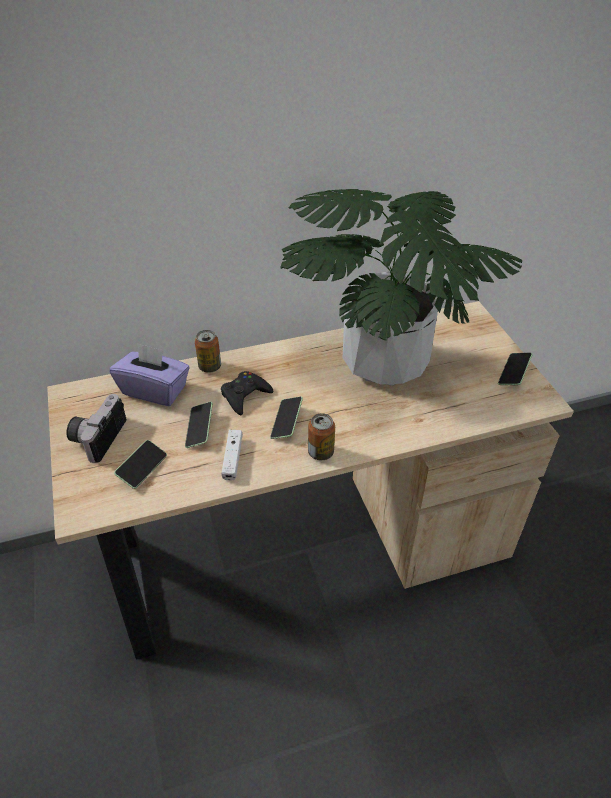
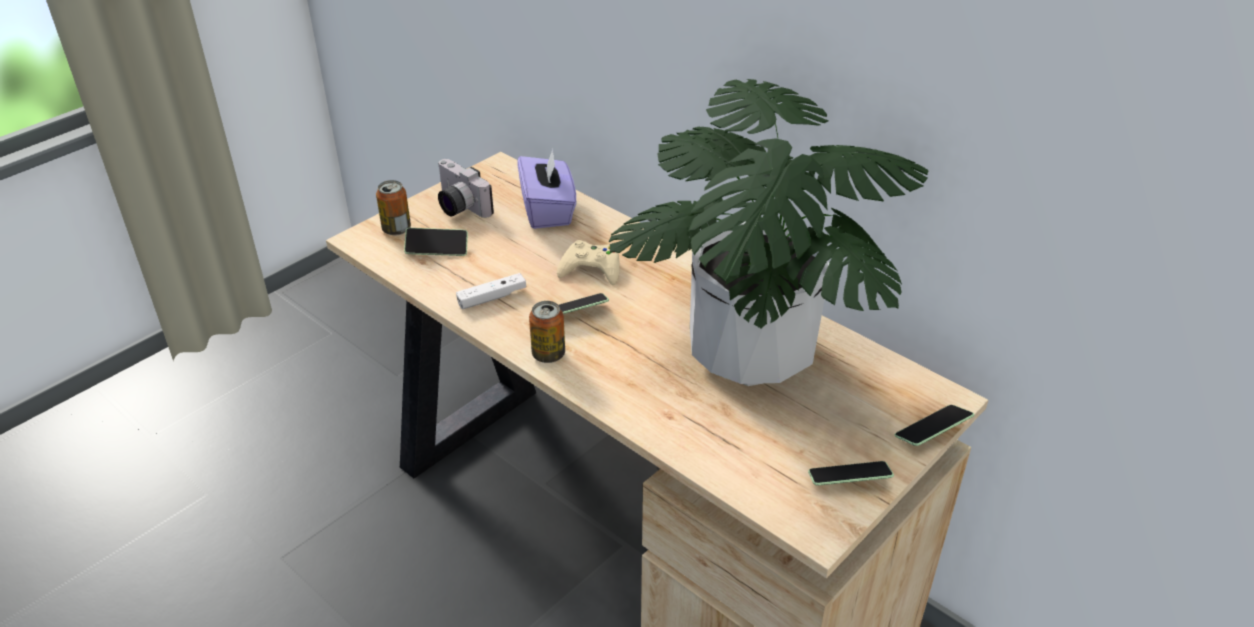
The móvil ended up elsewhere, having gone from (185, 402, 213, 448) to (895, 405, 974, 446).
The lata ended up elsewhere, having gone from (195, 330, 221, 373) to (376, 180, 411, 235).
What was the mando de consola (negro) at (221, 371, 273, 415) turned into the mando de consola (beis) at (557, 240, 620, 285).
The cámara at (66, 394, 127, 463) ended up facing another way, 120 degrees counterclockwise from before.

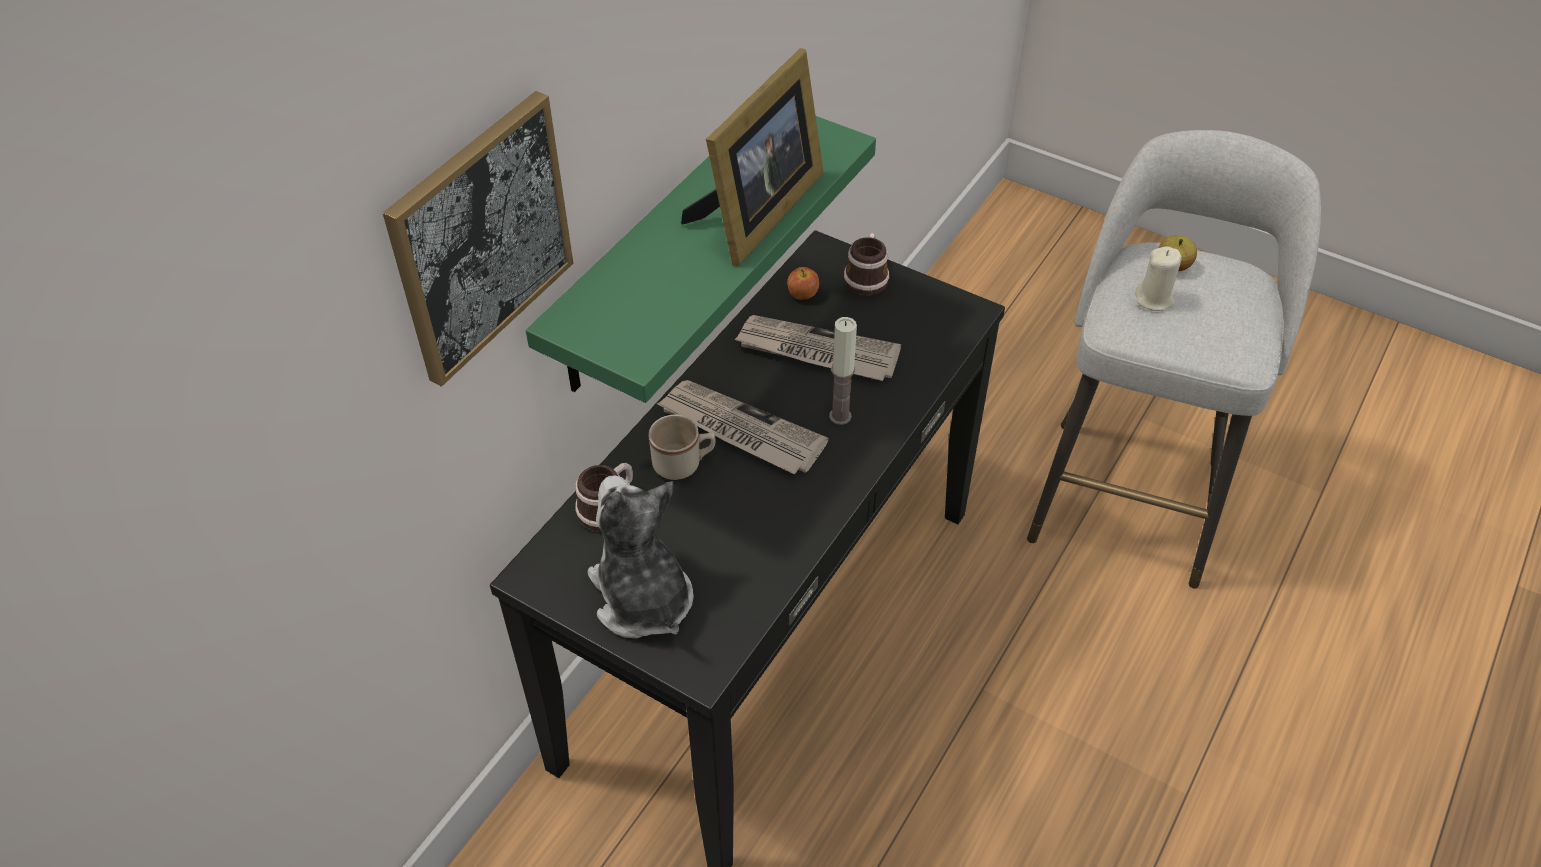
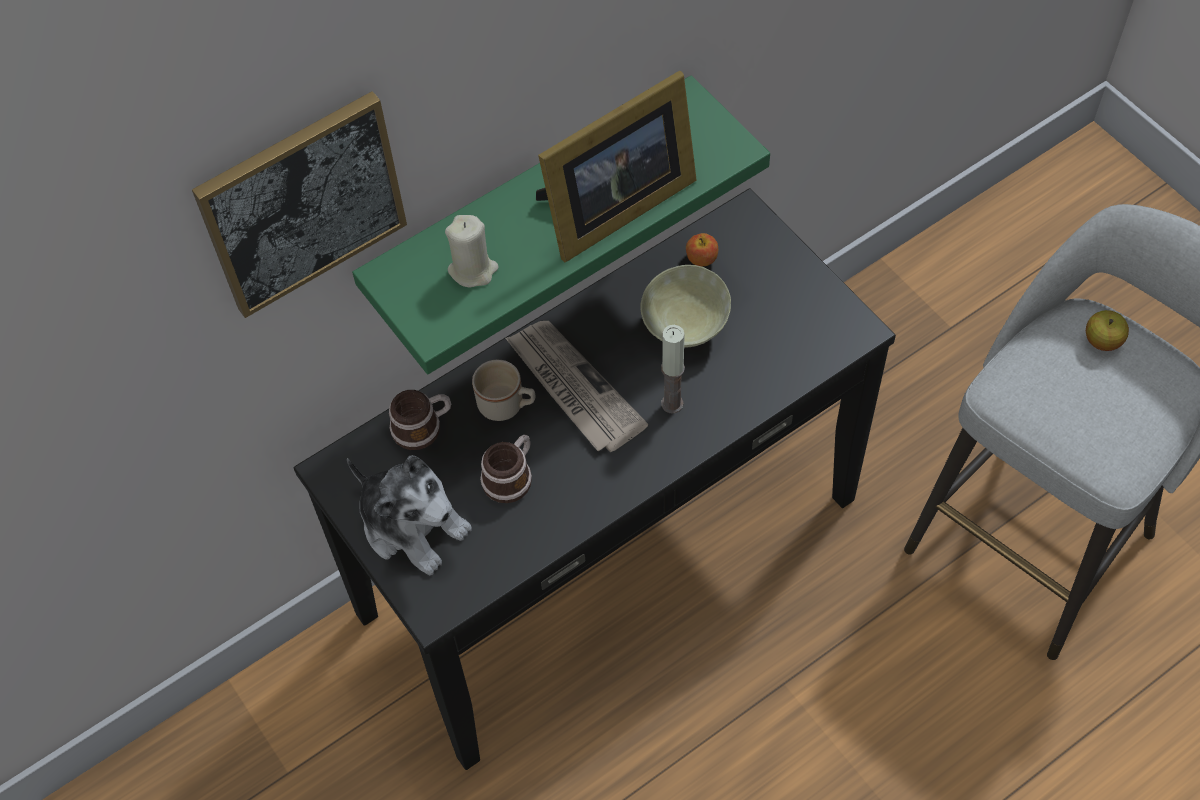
The taza grande ended up elsewhere, having gone from (844, 233, 889, 295) to (480, 435, 532, 503).
The vela (beis) ended up elsewhere, having gone from (1135, 246, 1182, 311) to (445, 215, 499, 288).
Where the periódico stood at (734, 315, 901, 381), the cuenco (beis) came to stand at (640, 265, 731, 348).
The peluche at (588, 475, 694, 639) ended up facing another way, 135 degrees clockwise from before.

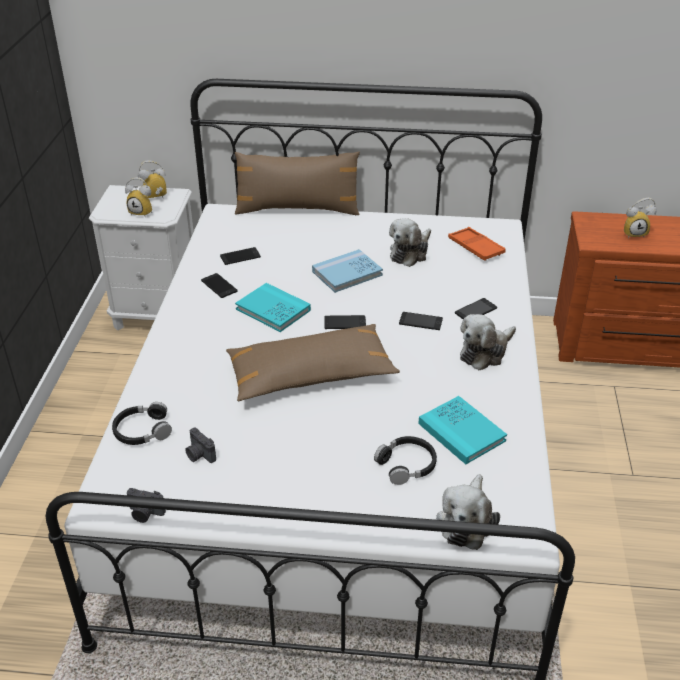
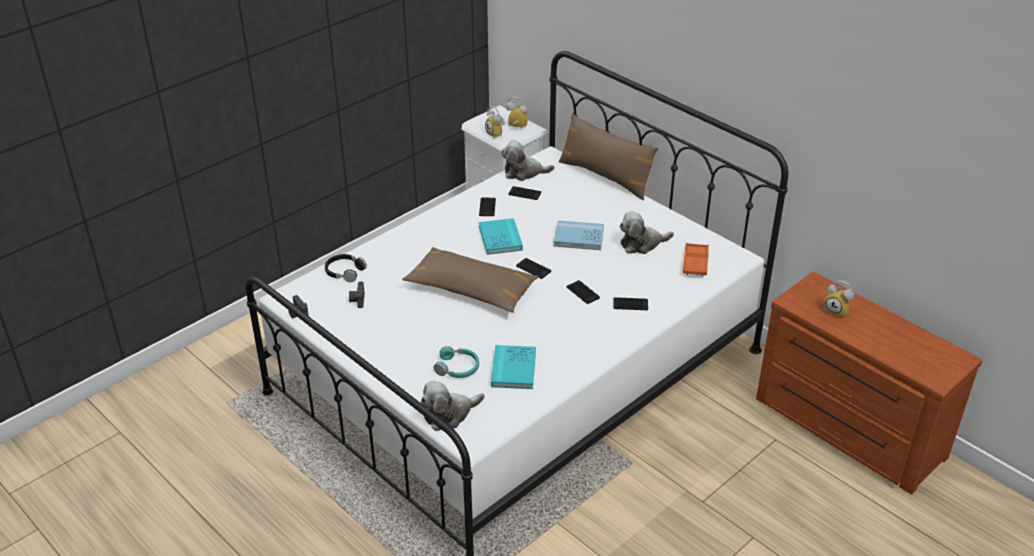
The peluche ended up elsewhere, having gone from (460, 314, 516, 370) to (501, 140, 555, 181).
What was the auriculares (negro) at (374, 436, 437, 485) turned into the auriculares (turquesa) at (434, 346, 479, 378).

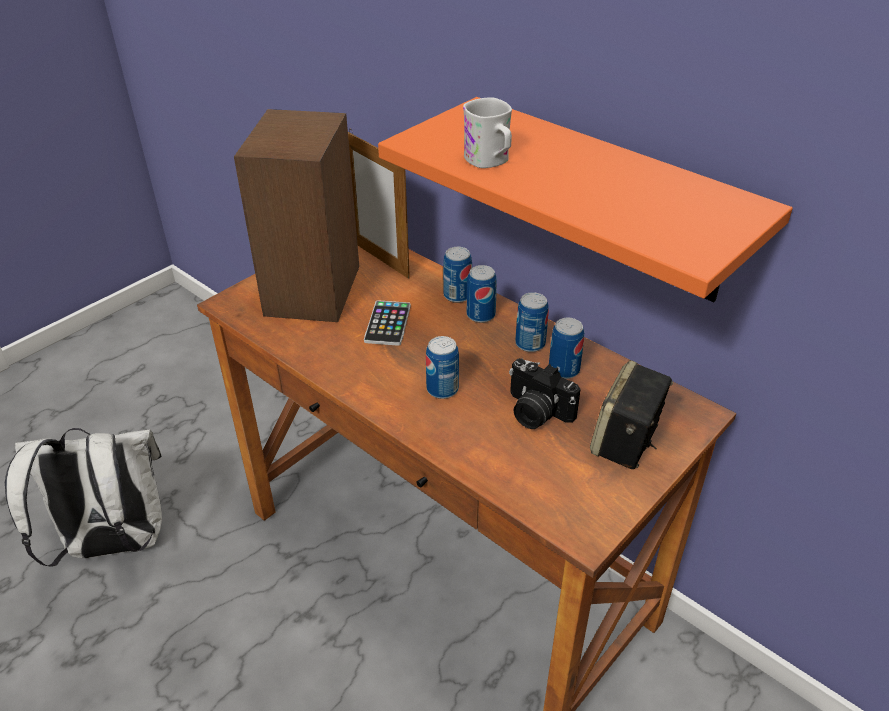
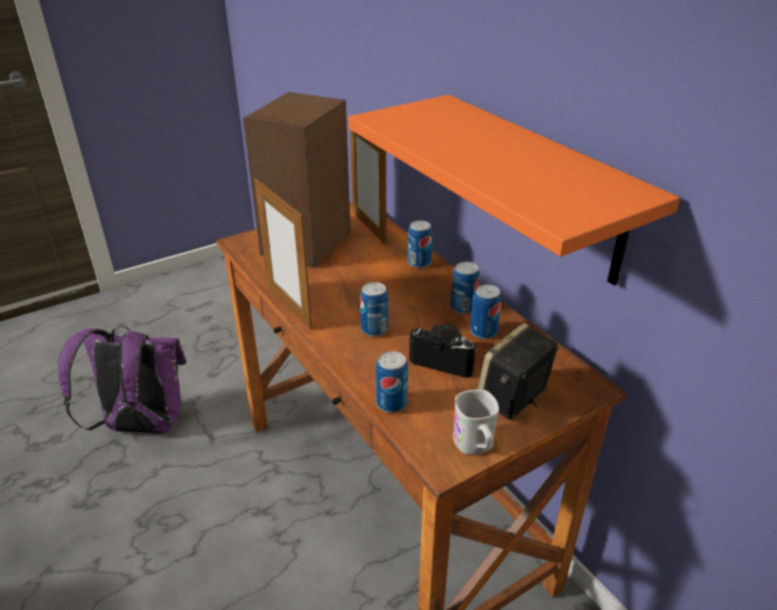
The second view lost the móvil at (364, 300, 411, 346).
The second view gained the portarretratos at (254, 178, 312, 329).
The taza grande (blanco) ended up elsewhere, having gone from (463, 97, 512, 168) to (453, 389, 499, 455).
The lata ended up elsewhere, having gone from (467, 265, 497, 323) to (376, 351, 408, 413).
What was the mochila (blanco) at (5, 428, 162, 567) turned into the mochila (morado) at (58, 326, 186, 434).
The cámara at (509, 358, 581, 429) ended up facing another way, 150 degrees clockwise from before.

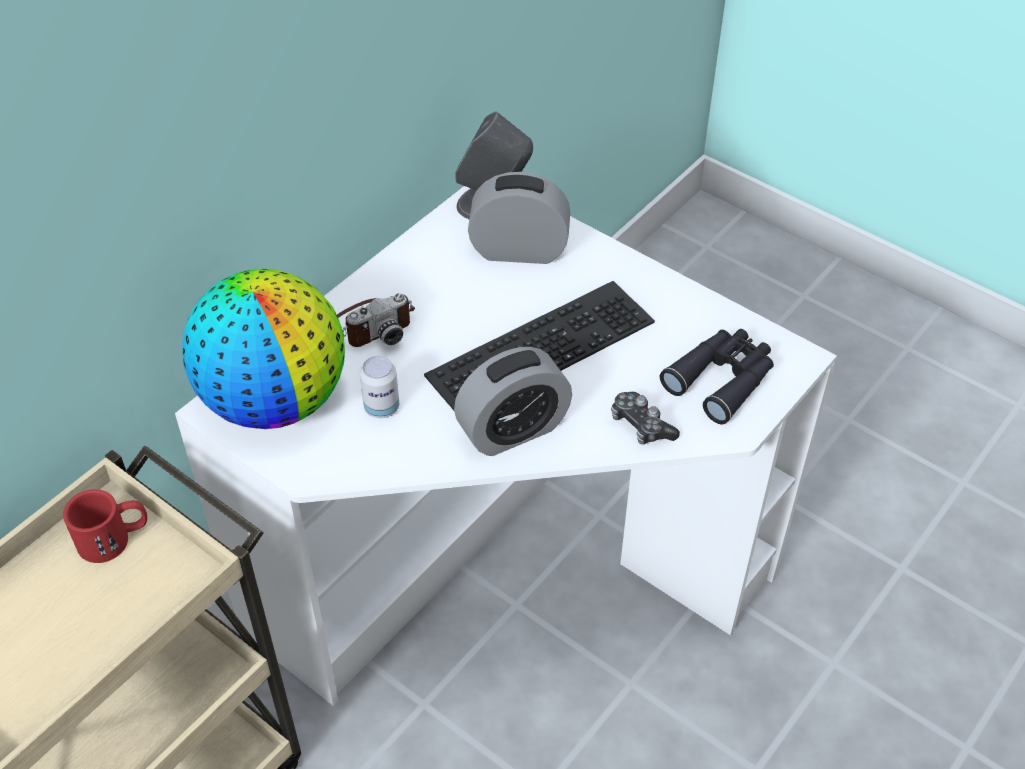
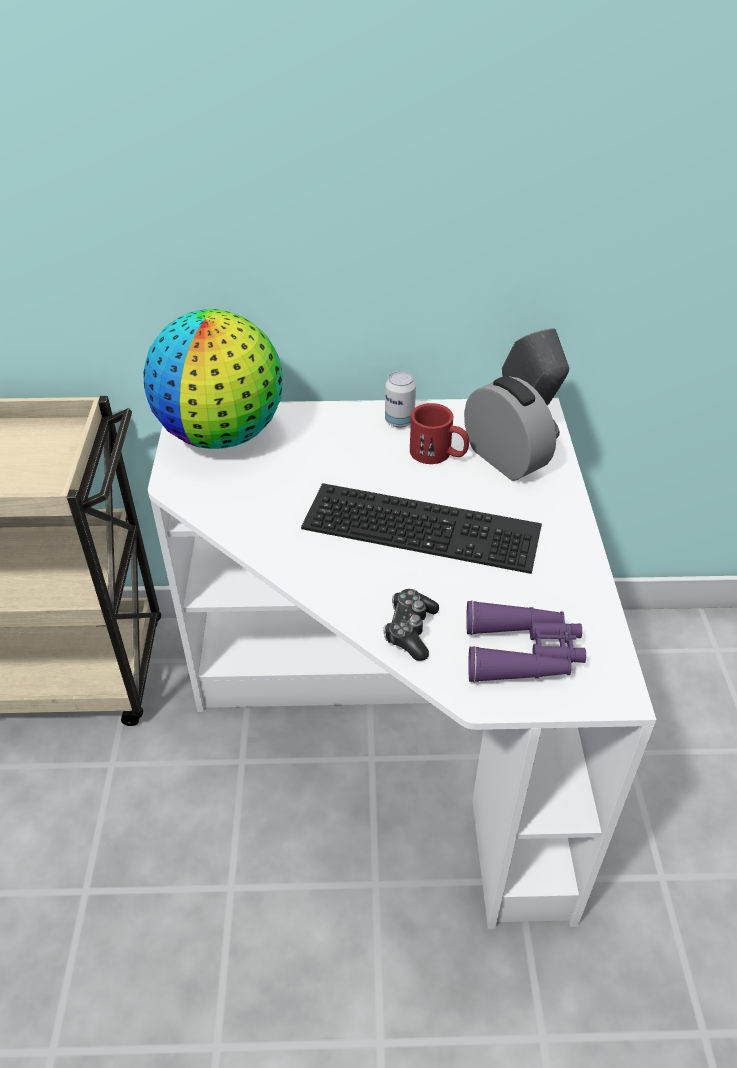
The second view lost the cámara at (337, 293, 415, 347).
The second view lost the despertador at (454, 347, 572, 456).
The taza grande (rojo) ended up elsewhere, having gone from (63, 489, 147, 563) to (410, 403, 469, 464).
The lata ended up elsewhere, having gone from (360, 356, 399, 418) to (385, 371, 416, 428).
What was the prismáticos (negro) at (660, 329, 774, 424) turned into the prismáticos (morado) at (466, 600, 586, 683).

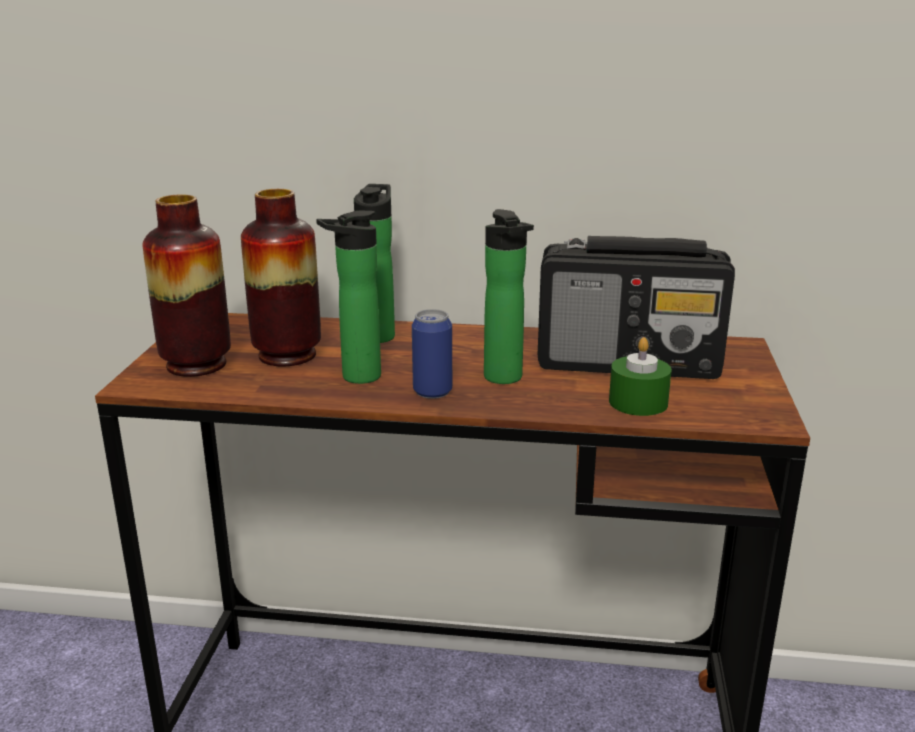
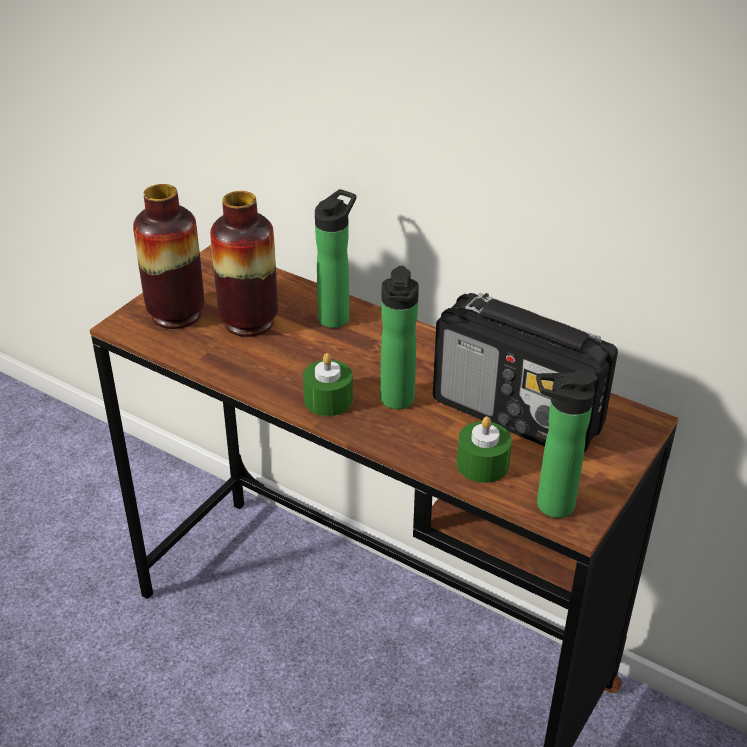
The botella ended up elsewhere, having gone from (316, 211, 381, 384) to (536, 370, 598, 518).
Where the lata stood at (412, 309, 452, 399), the vela (verde) came to stand at (303, 353, 353, 416).

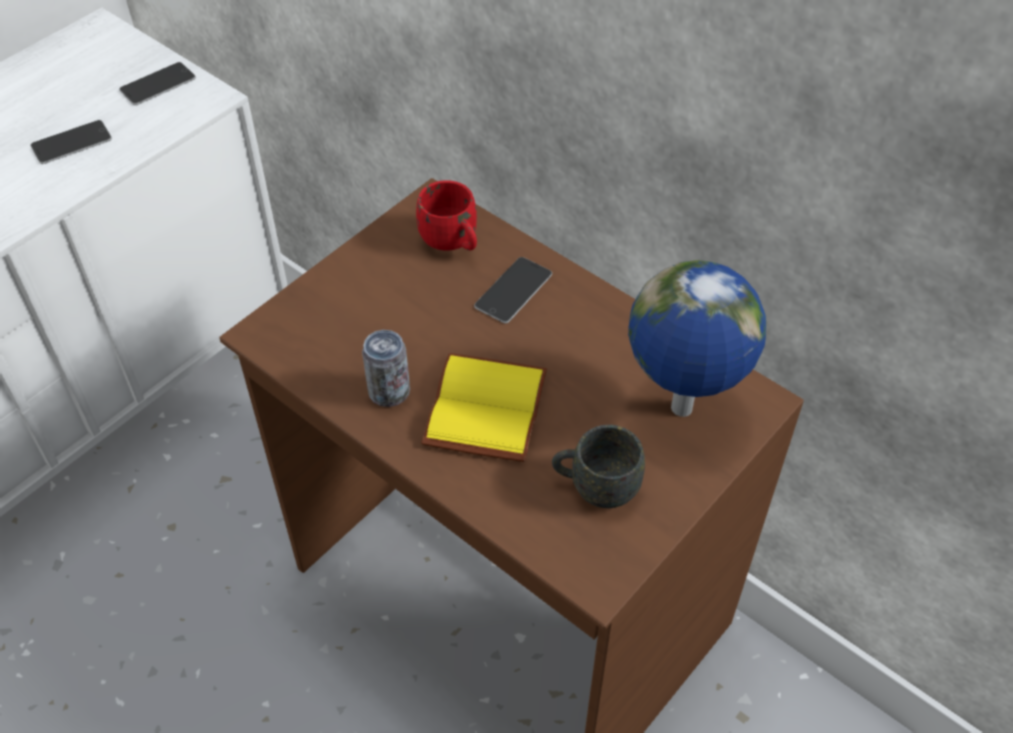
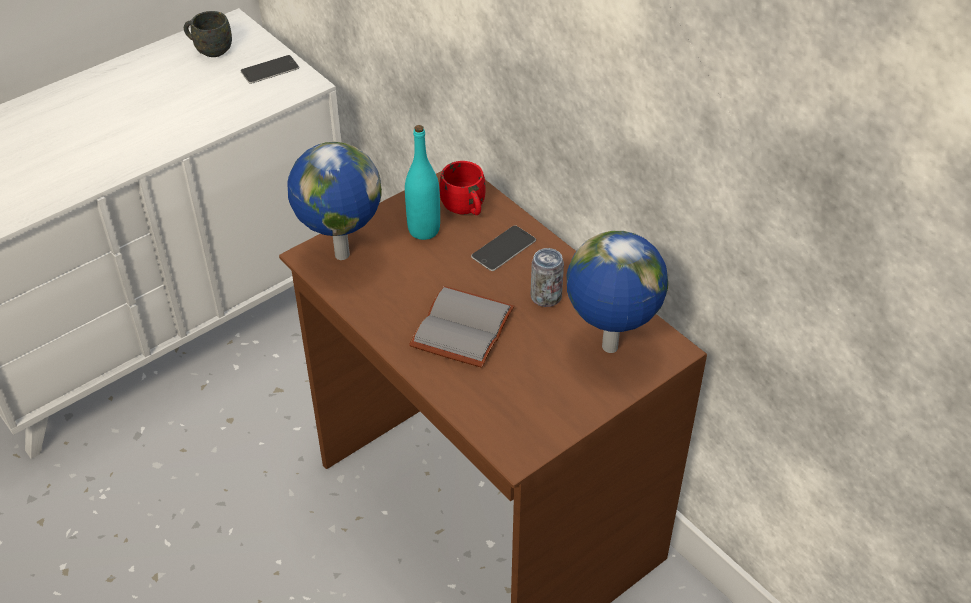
The second view lost the móvil at (30, 120, 112, 164).
The second view gained the globo terráqueo at (288, 142, 382, 260).
The second view gained the botella (turquesa) at (405, 125, 440, 240).
The lata ended up elsewhere, having gone from (362, 330, 410, 407) to (531, 248, 564, 307).
The taza grande (gris) ended up elsewhere, having gone from (552, 425, 645, 508) to (184, 11, 232, 57).
What was the libro (amarillo) at (421, 353, 547, 462) turned into the libro (gris) at (409, 286, 514, 368).

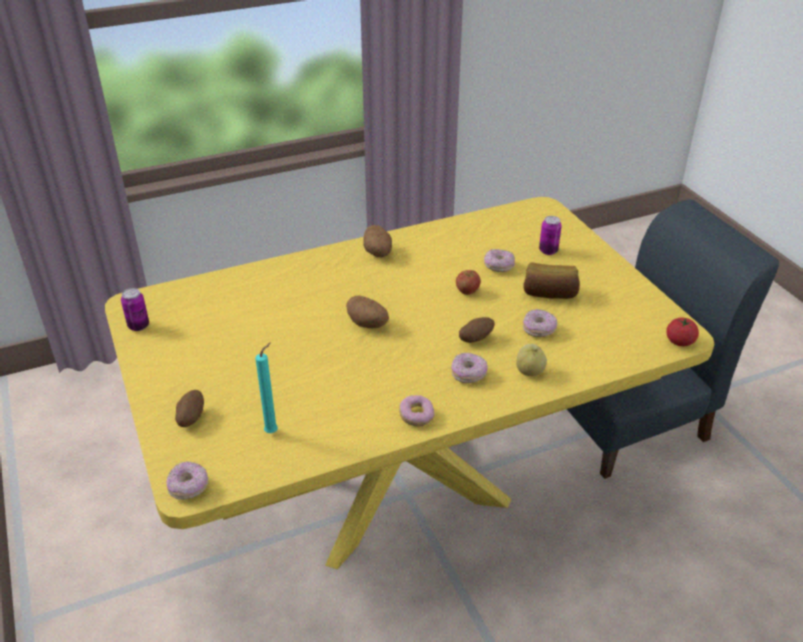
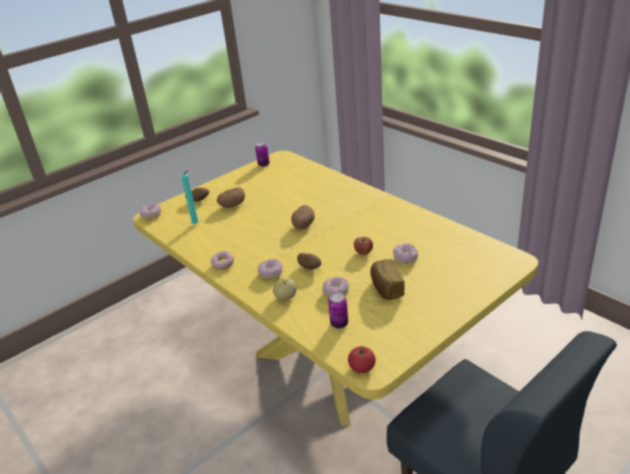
The patata ended up elsewhere, having gone from (363, 225, 392, 257) to (217, 187, 245, 208).
The lata ended up elsewhere, having gone from (539, 216, 562, 255) to (328, 293, 348, 329).

